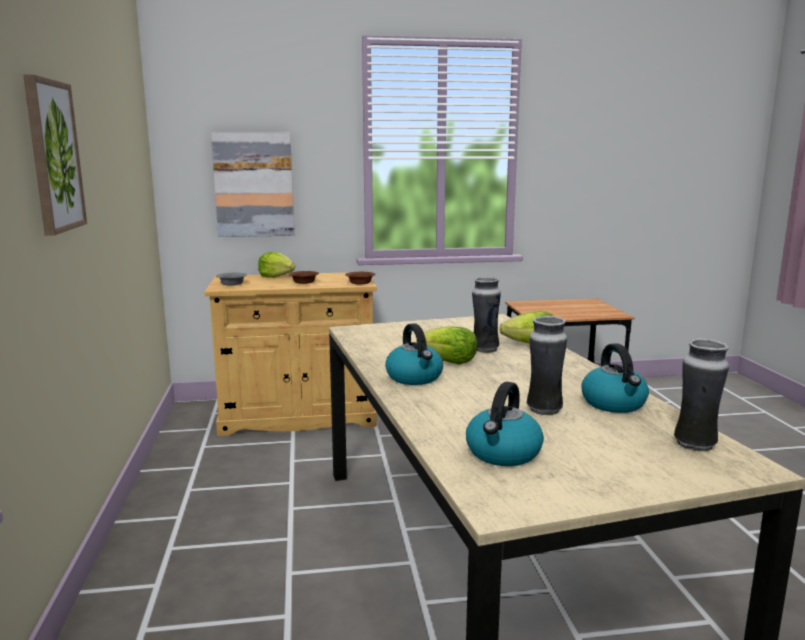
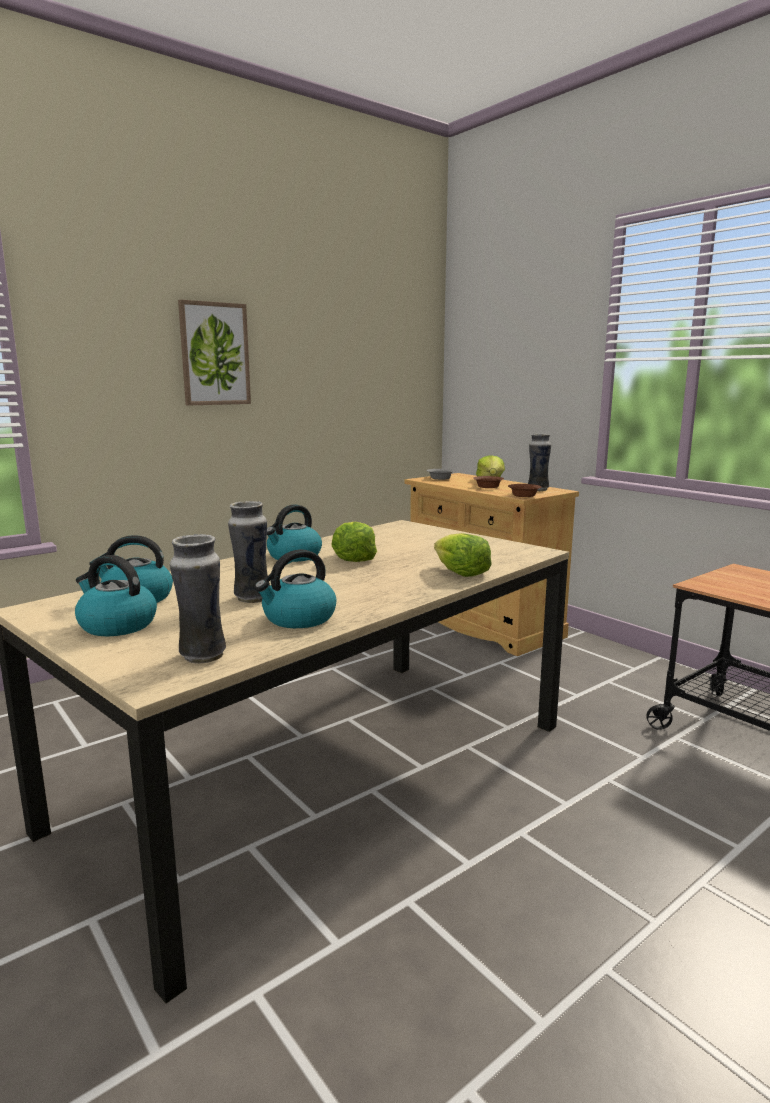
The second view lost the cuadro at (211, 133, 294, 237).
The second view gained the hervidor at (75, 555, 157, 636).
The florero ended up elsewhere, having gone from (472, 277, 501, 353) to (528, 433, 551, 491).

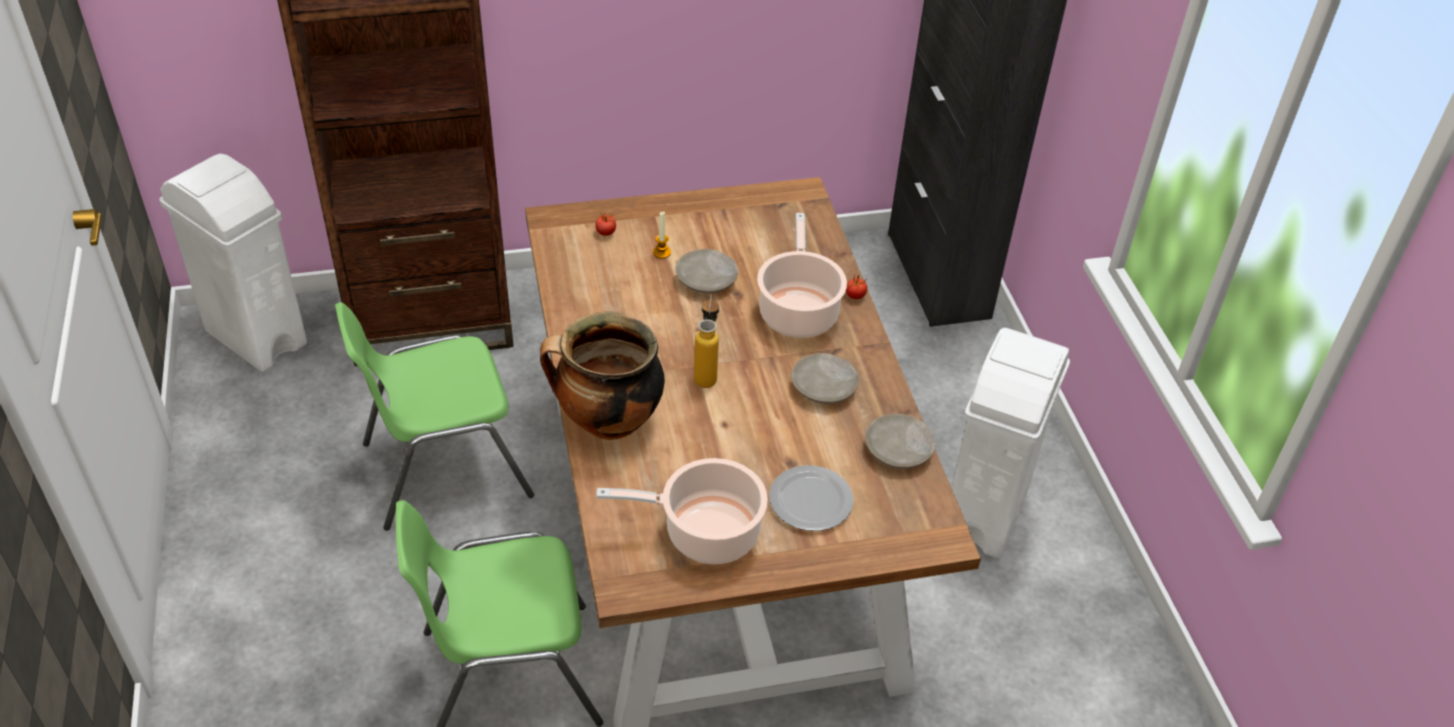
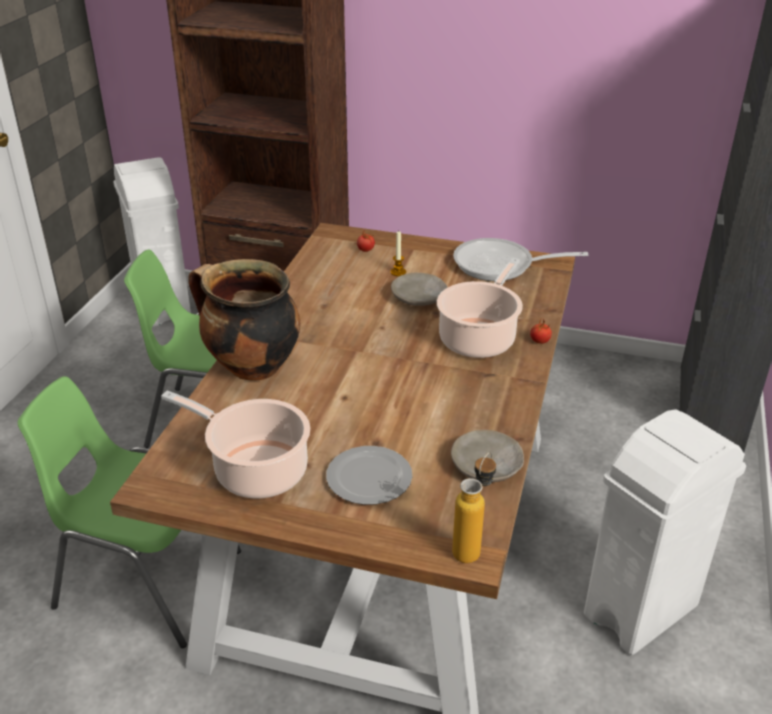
The second view lost the plato (beis) at (791, 353, 859, 404).
The second view gained the sartén at (453, 238, 588, 281).
The botella ended up elsewhere, having gone from (694, 295, 719, 388) to (452, 452, 496, 563).

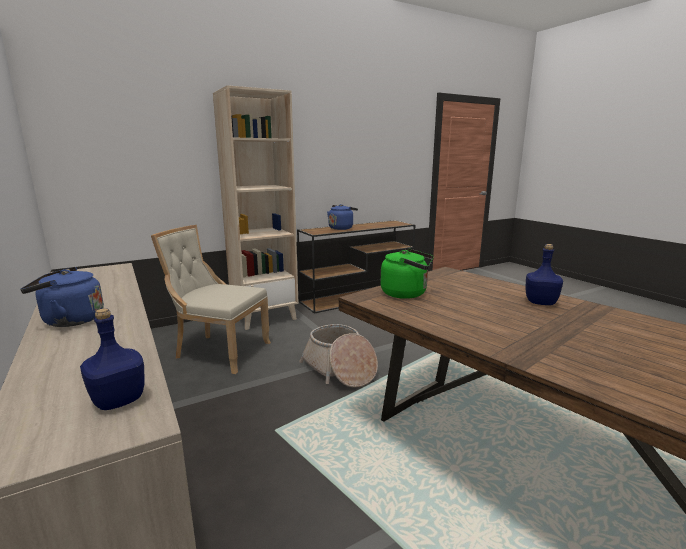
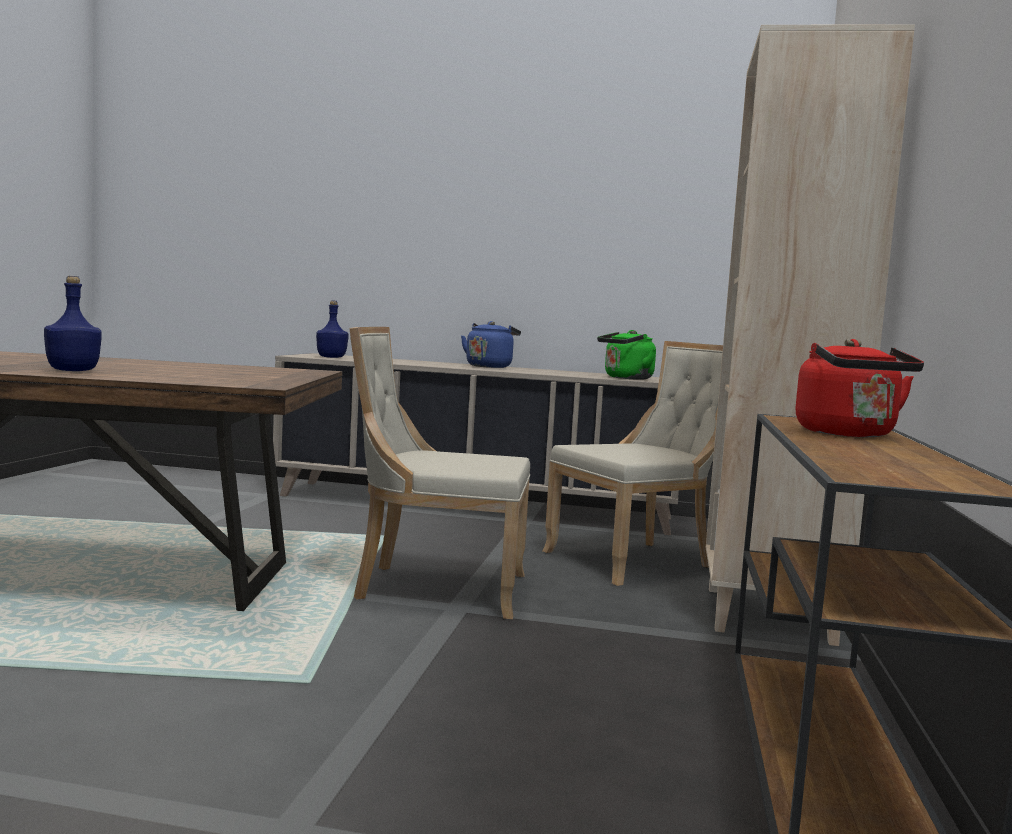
The hervidor (verde) ended up elsewhere, having gone from (380, 249, 434, 299) to (597, 330, 656, 380).
Where the cesta stood at (299, 324, 378, 388), the silla (beis) came to stand at (350, 327, 530, 619).
What was the hervidor (azul) at (327, 204, 358, 230) turned into the hervidor (rojo) at (795, 339, 924, 437).

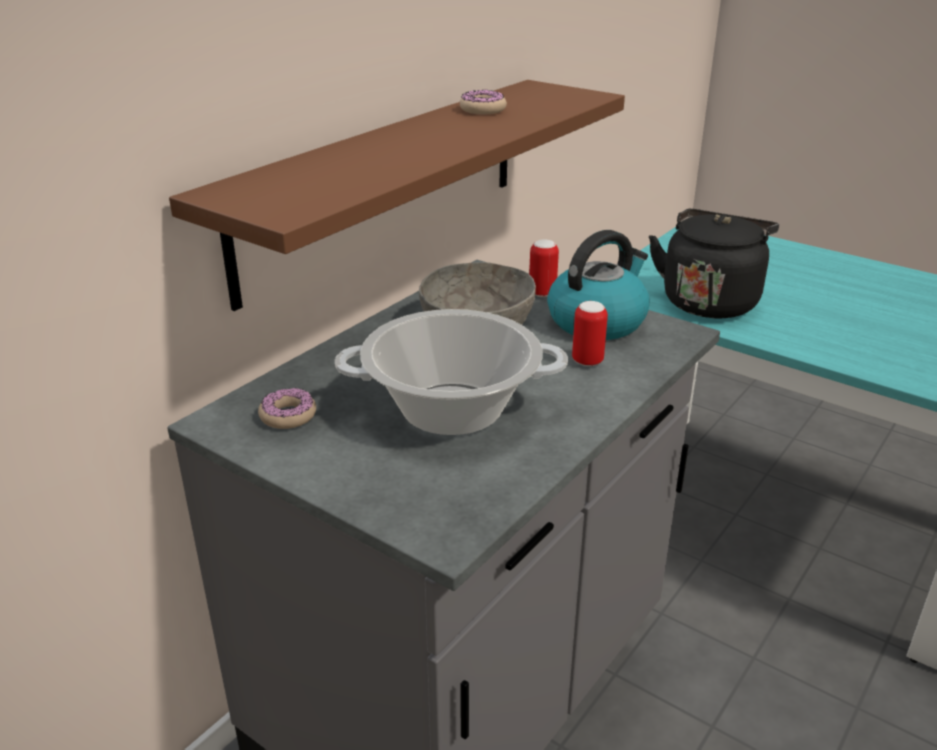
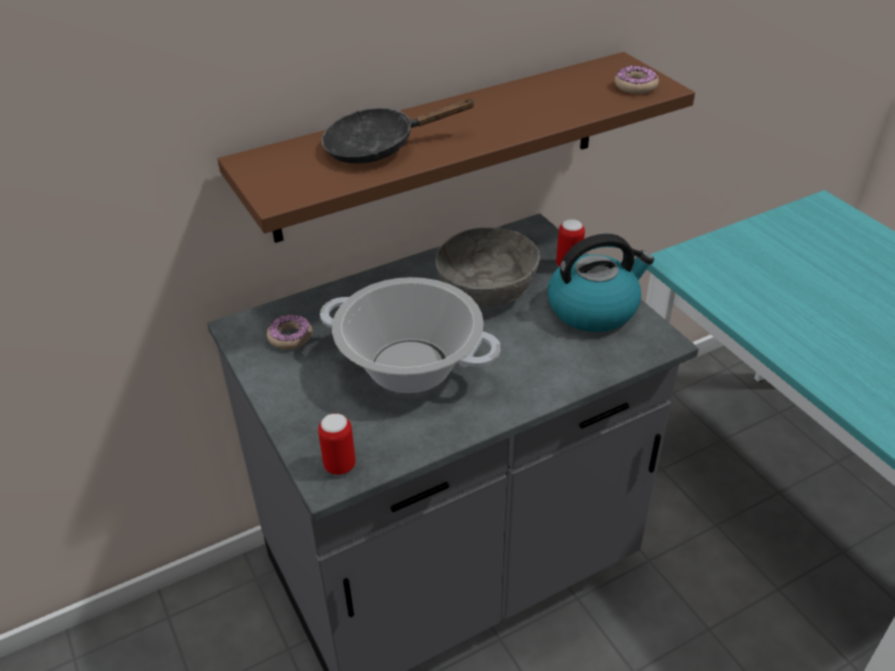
The second view lost the hervidor (negro) at (649, 209, 779, 318).
The second view gained the sartén (negro) at (321, 99, 476, 164).
The rosquilla ended up elsewhere, having gone from (460, 89, 507, 115) to (615, 65, 659, 94).
The lata ended up elsewhere, having gone from (572, 301, 608, 366) to (318, 413, 356, 475).

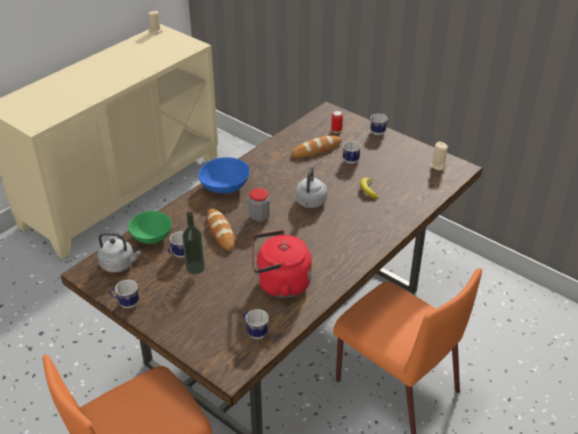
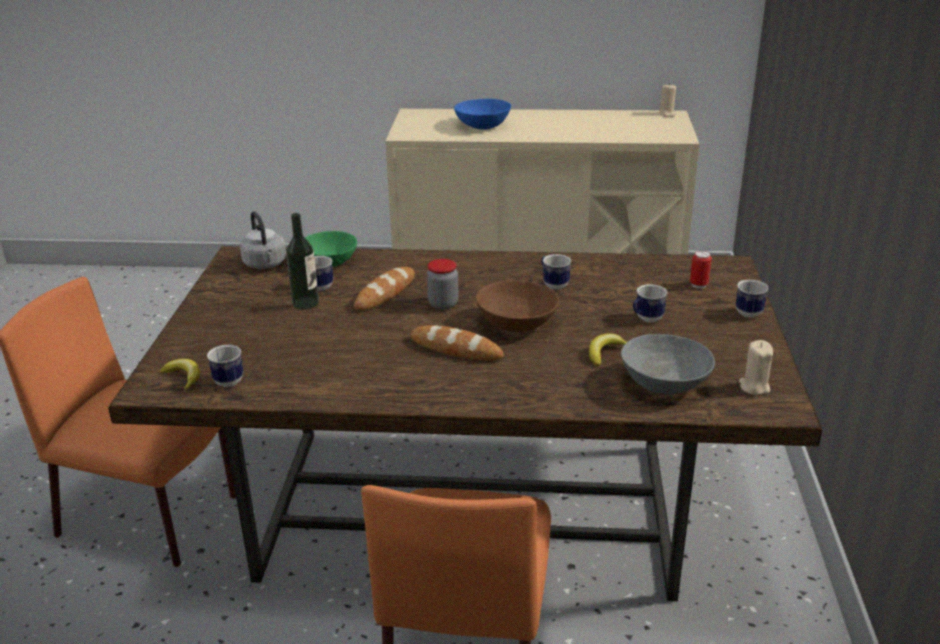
The second view lost the hervidor (rojo) at (252, 230, 312, 298).
The second view gained the plátano at (160, 359, 200, 391).
The second view gained the cuenco (gris) at (621, 334, 715, 394).
The taza grande ended up elsewhere, having gone from (109, 280, 139, 308) to (542, 254, 571, 290).
The cuenco (azul) ended up elsewhere, having gone from (198, 157, 250, 193) to (454, 99, 511, 130).
The pan ended up elsewhere, having gone from (291, 136, 342, 157) to (410, 325, 504, 361).
Where the hervidor (gris) stood at (296, 166, 327, 208), the cuenco (marrón) came to stand at (476, 280, 559, 332).

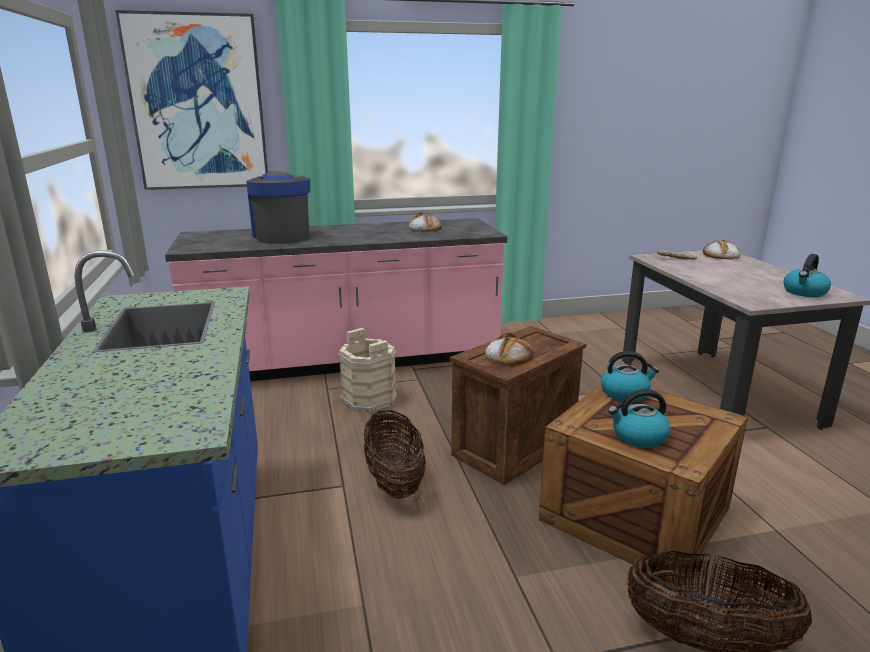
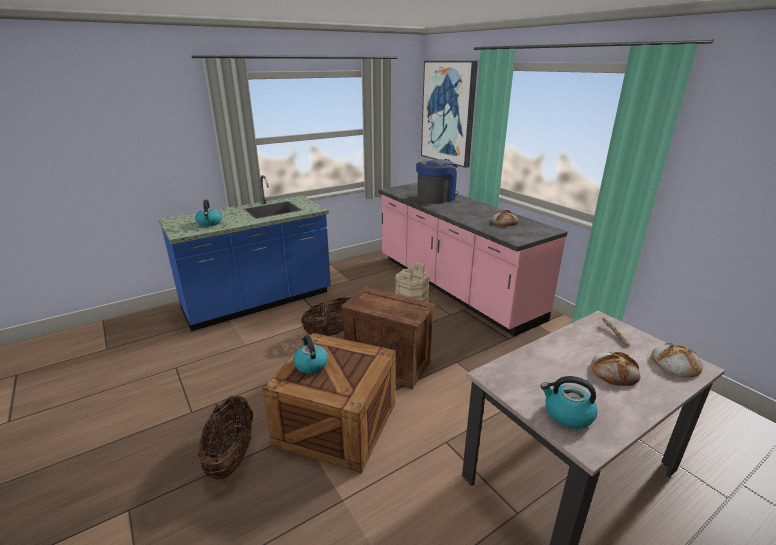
The pan ended up elsewhere, having gone from (485, 332, 533, 365) to (591, 352, 640, 386).
The hervidor ended up elsewhere, having gone from (601, 351, 659, 402) to (195, 200, 222, 226).

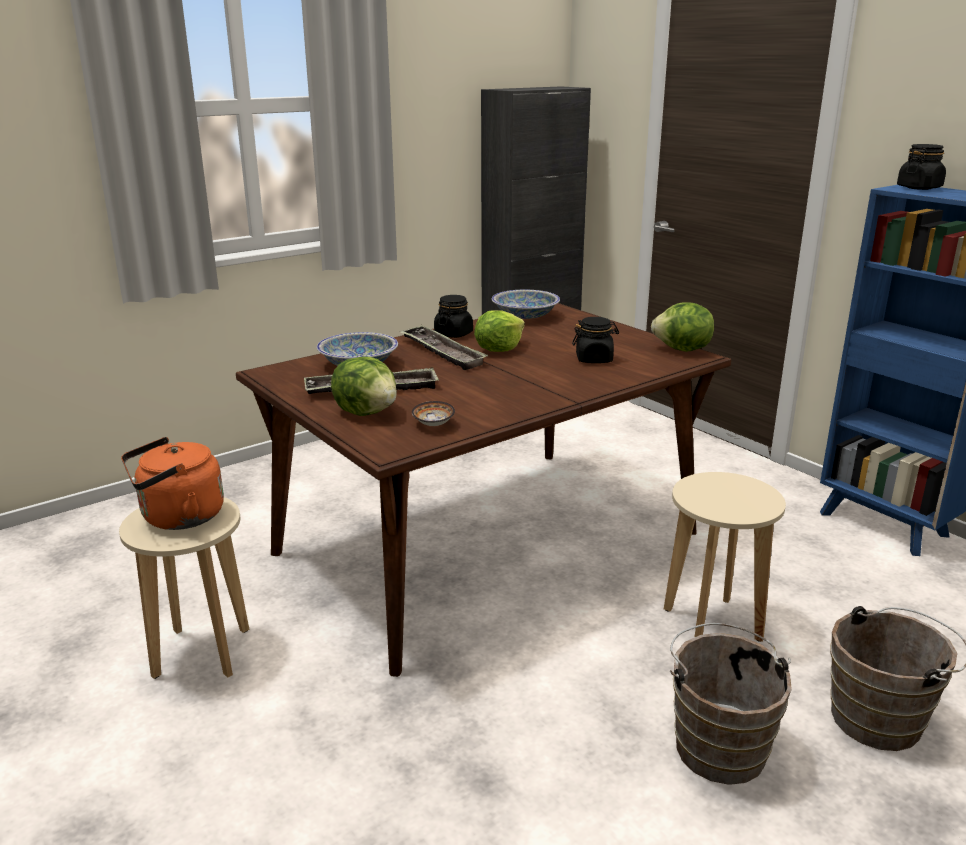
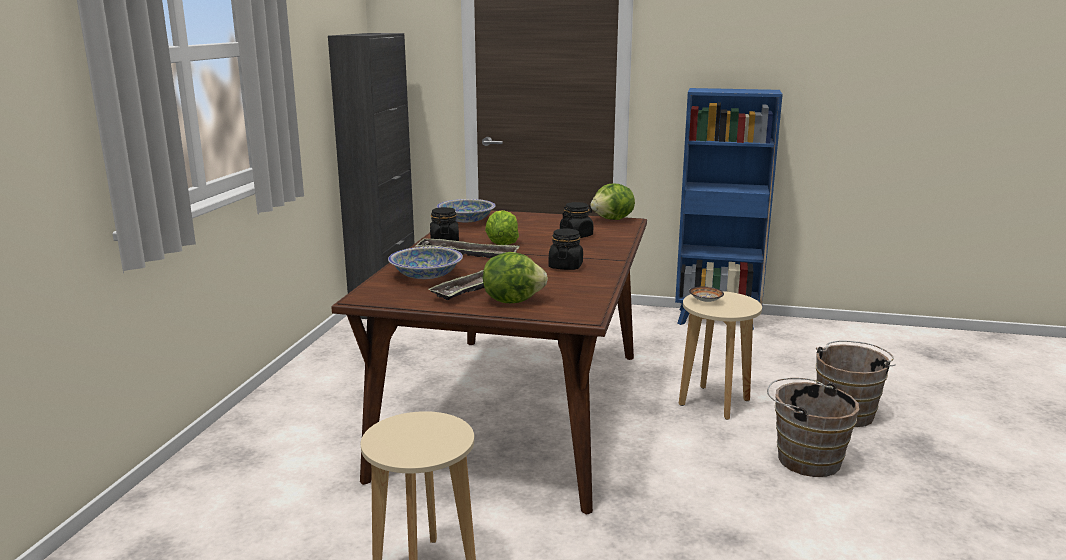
The second view lost the hervidor (naranja) at (121, 437, 224, 530).
The cuenco ended up elsewhere, having gone from (412, 401, 455, 426) to (689, 287, 724, 302).
The tarro (negro) ended up elsewhere, having gone from (897, 144, 946, 190) to (549, 228, 583, 270).

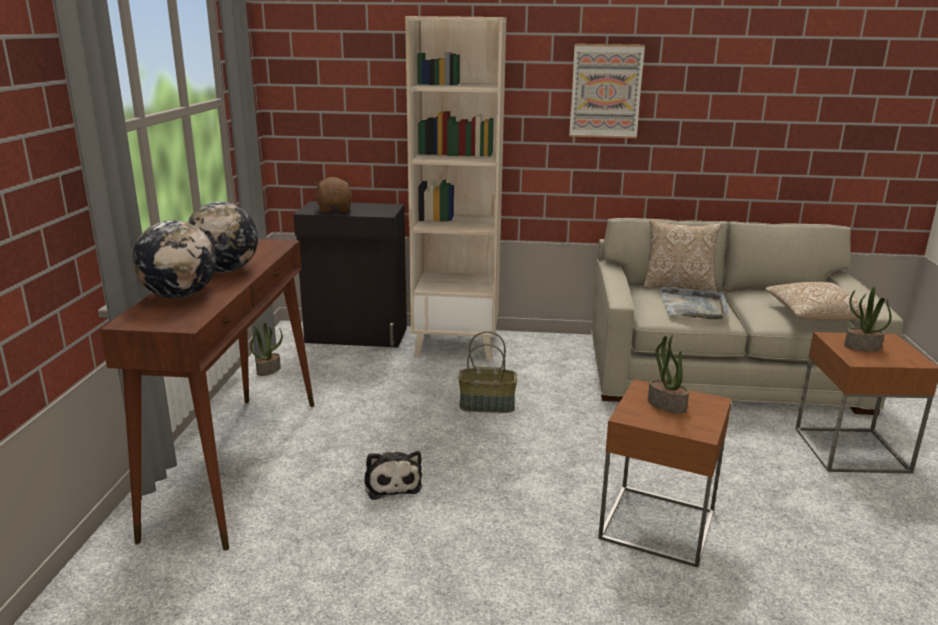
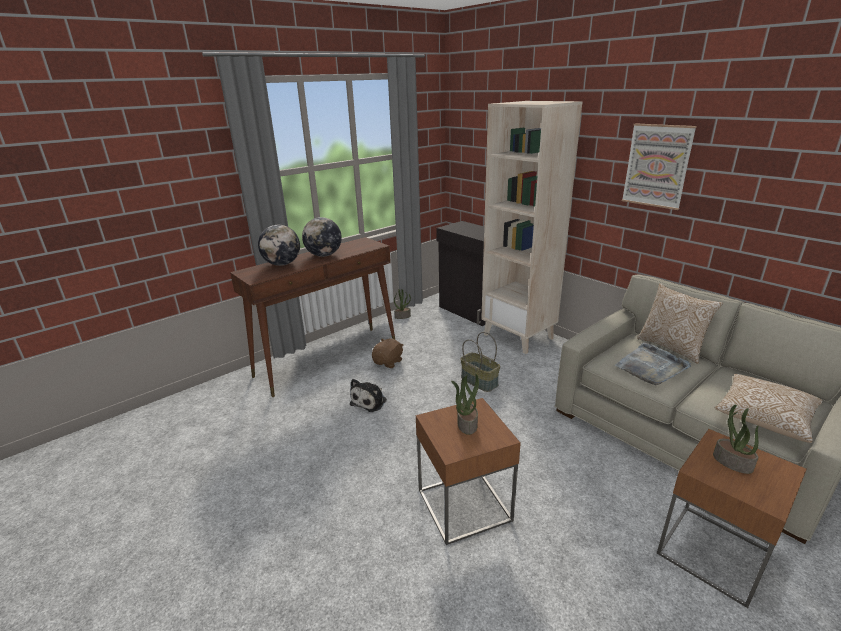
The peluche (marrón) ended up elsewhere, having gone from (313, 177, 352, 213) to (372, 338, 403, 368).

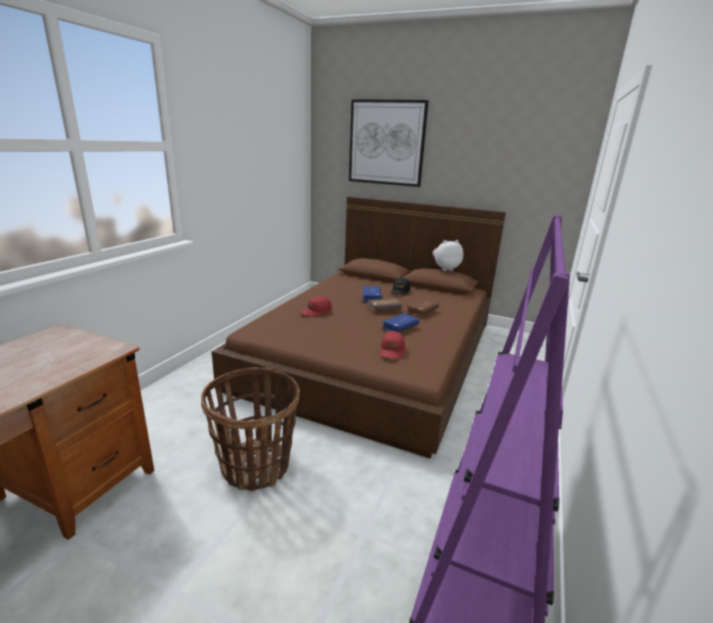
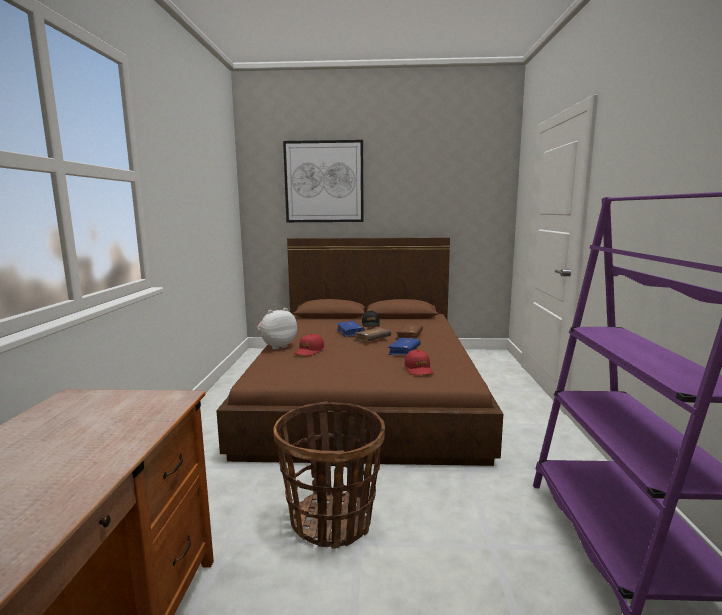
The peluche ended up elsewhere, having gone from (433, 240, 464, 271) to (257, 308, 297, 350).

